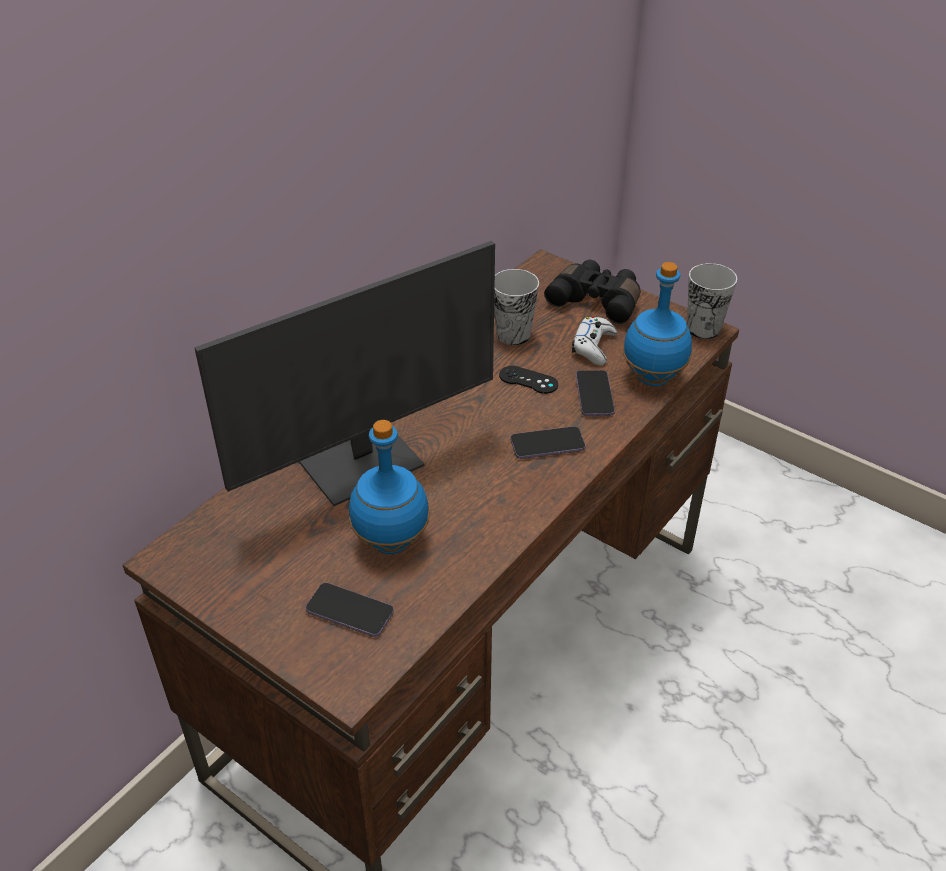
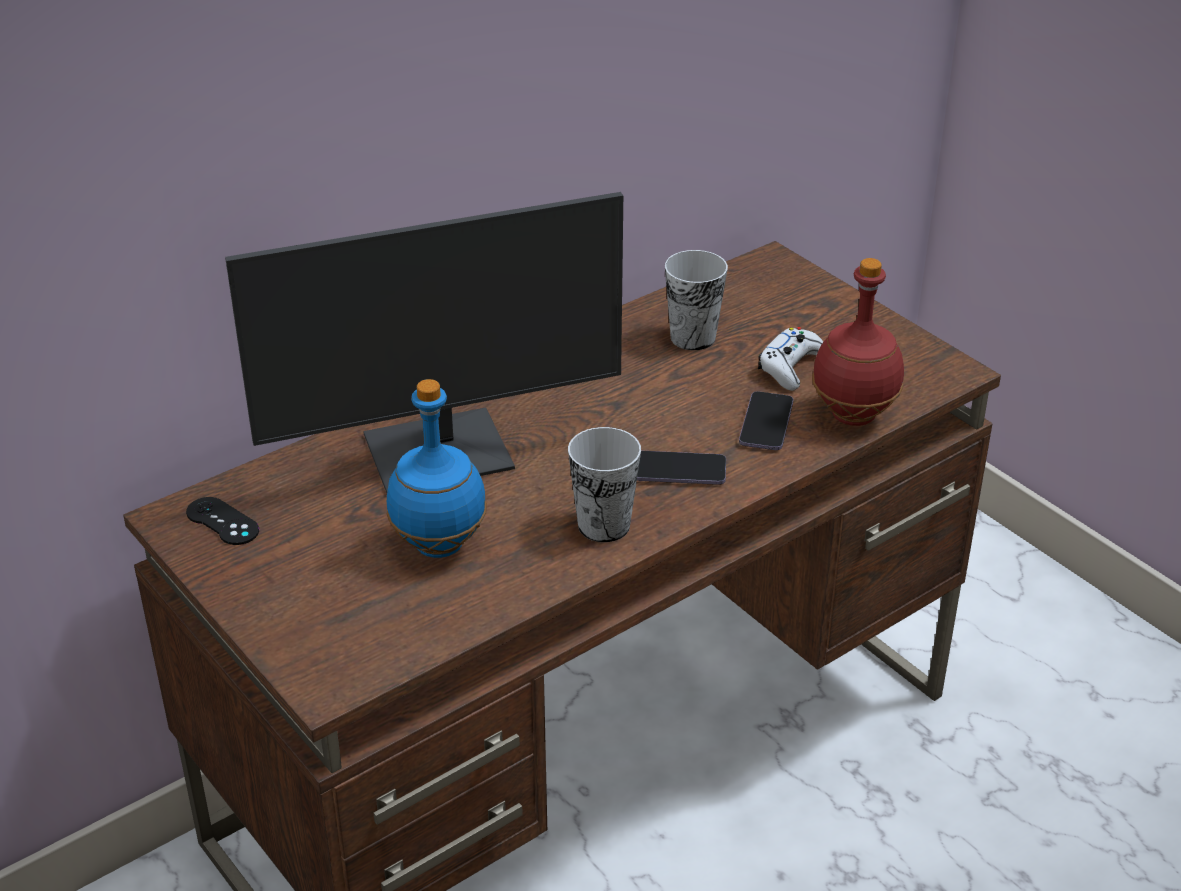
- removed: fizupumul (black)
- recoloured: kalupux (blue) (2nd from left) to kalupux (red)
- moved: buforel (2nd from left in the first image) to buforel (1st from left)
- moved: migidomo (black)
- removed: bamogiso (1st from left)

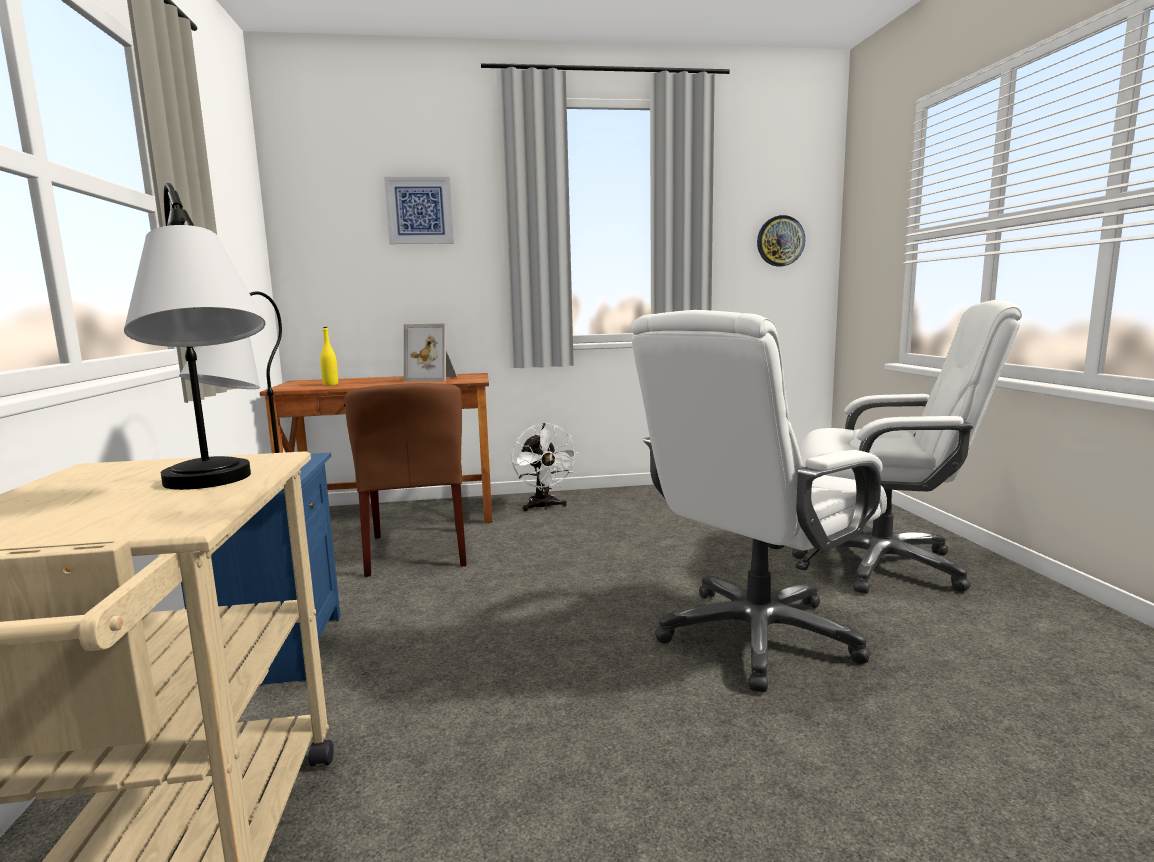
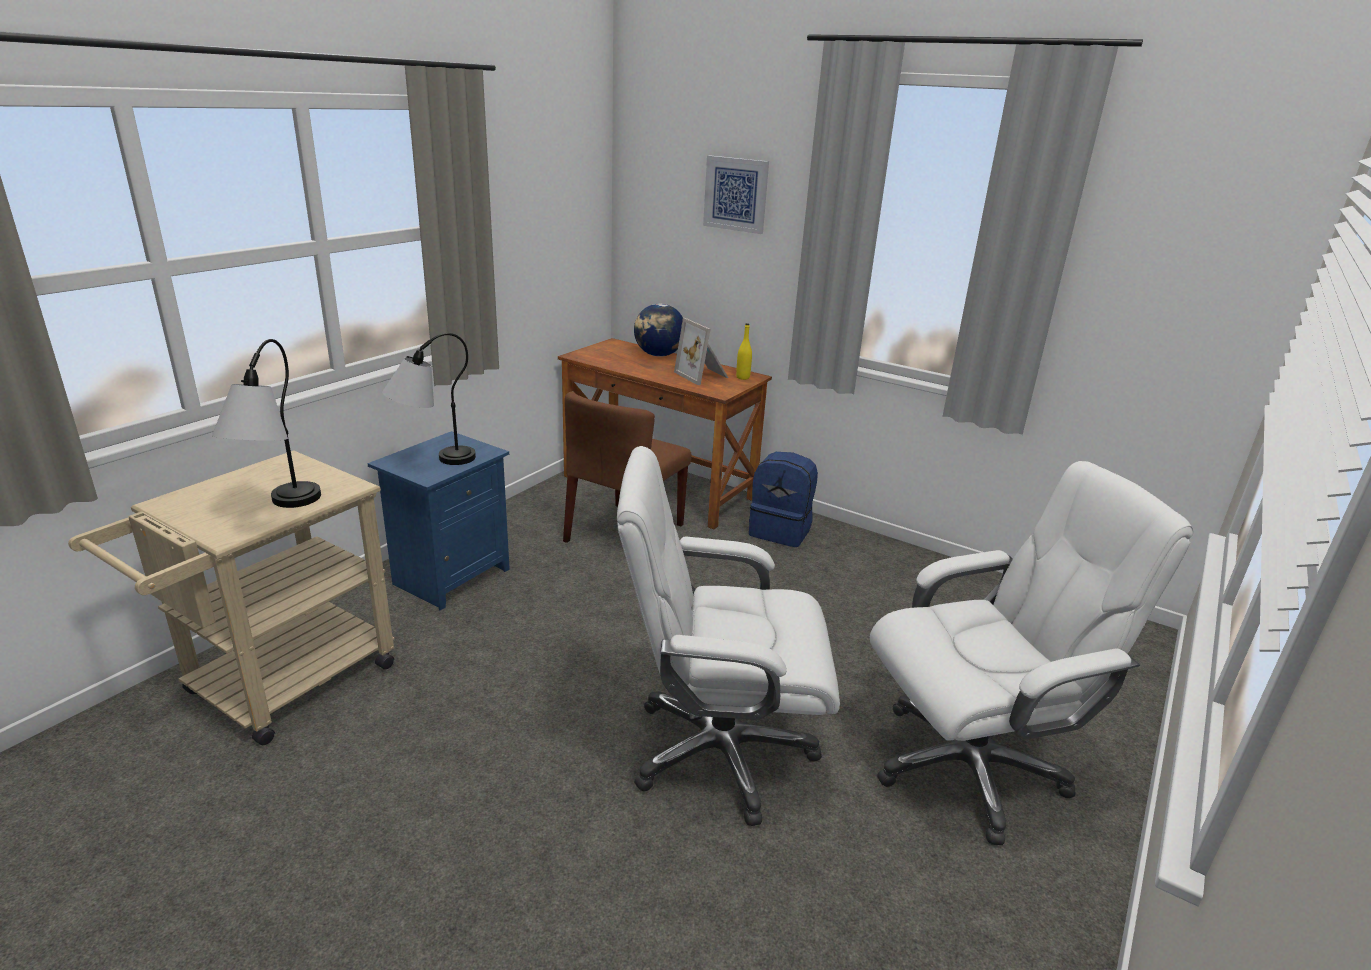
- removed: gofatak
- turned: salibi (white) (2nd from left) 75 degrees counterclockwise
- moved: kalupux (yellow)
- replaced: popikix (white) to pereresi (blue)
- added: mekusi

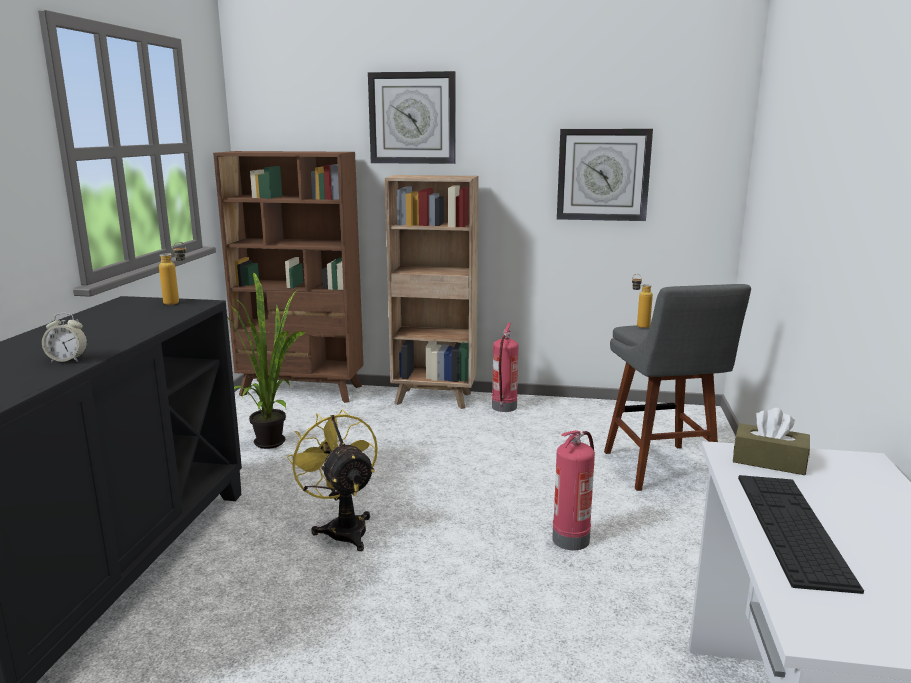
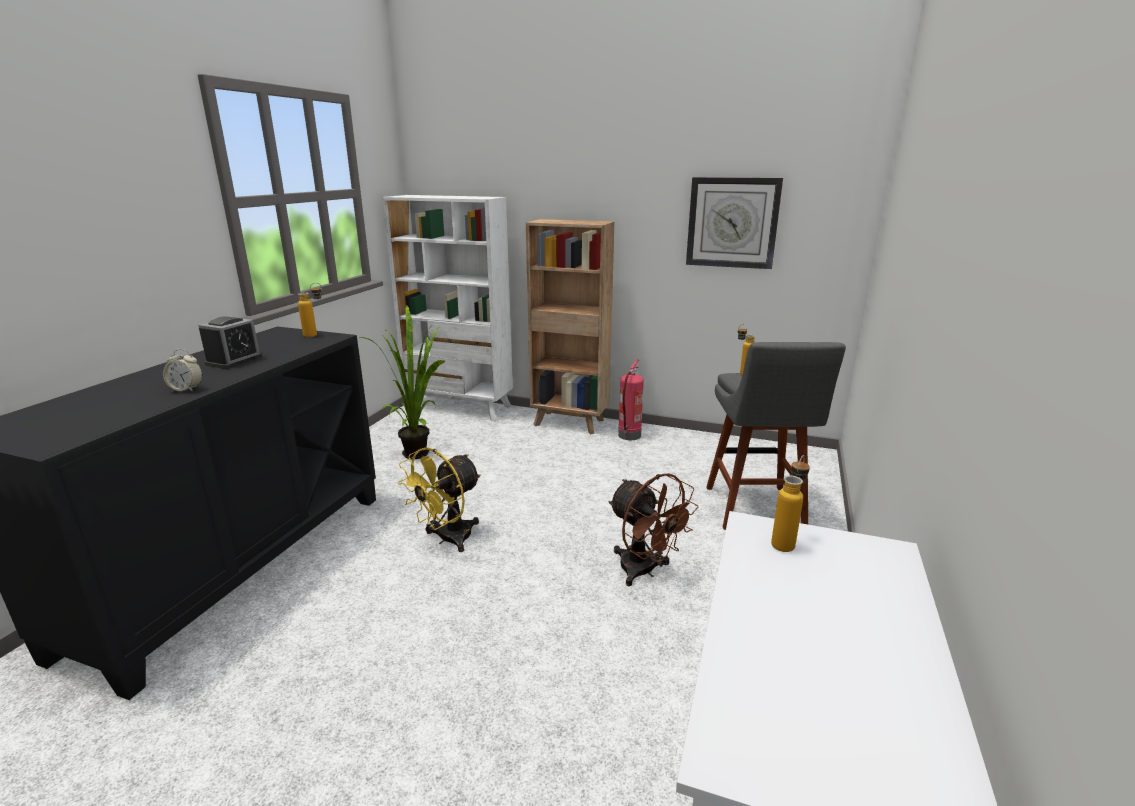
- removed: gofatak (1st from left)
- recoloured: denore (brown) (1st from left) to denore (white)
- replaced: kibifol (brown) to kalupux (3rd from left)
- turned: popikix (yellow) 120 degrees counterclockwise
- replaced: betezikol (2nd from left) to popikix (brown)
- removed: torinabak
- added: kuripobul (2nd from left)

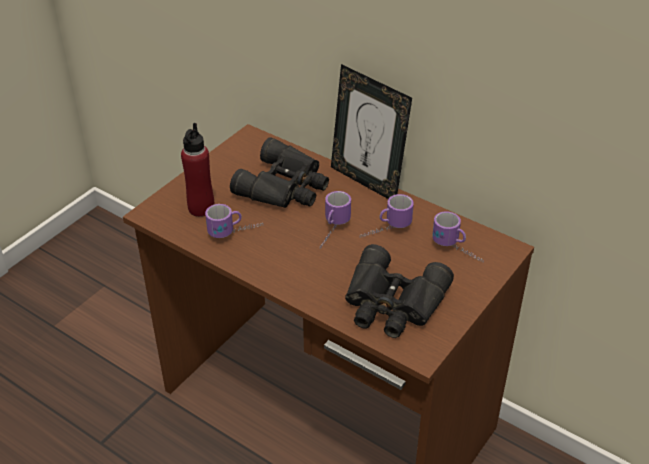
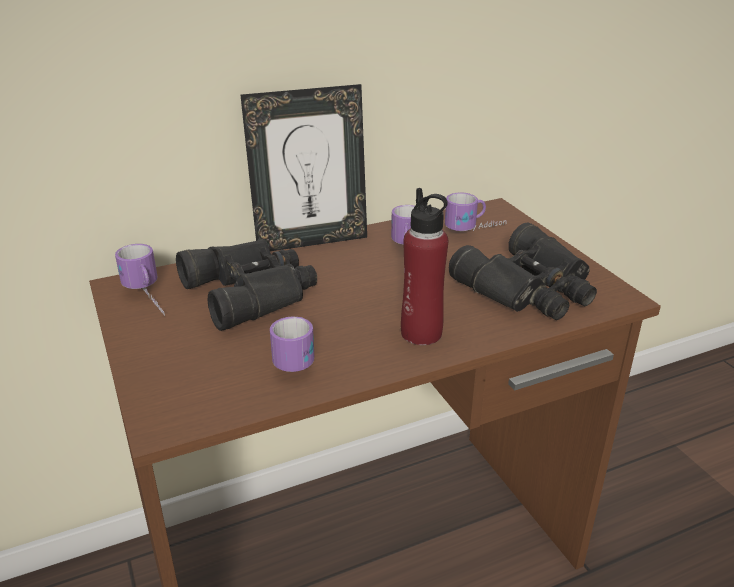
- moved: kalupux (red)
- moved: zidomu (2nd from left in the first image) to zidomu (1st from left)

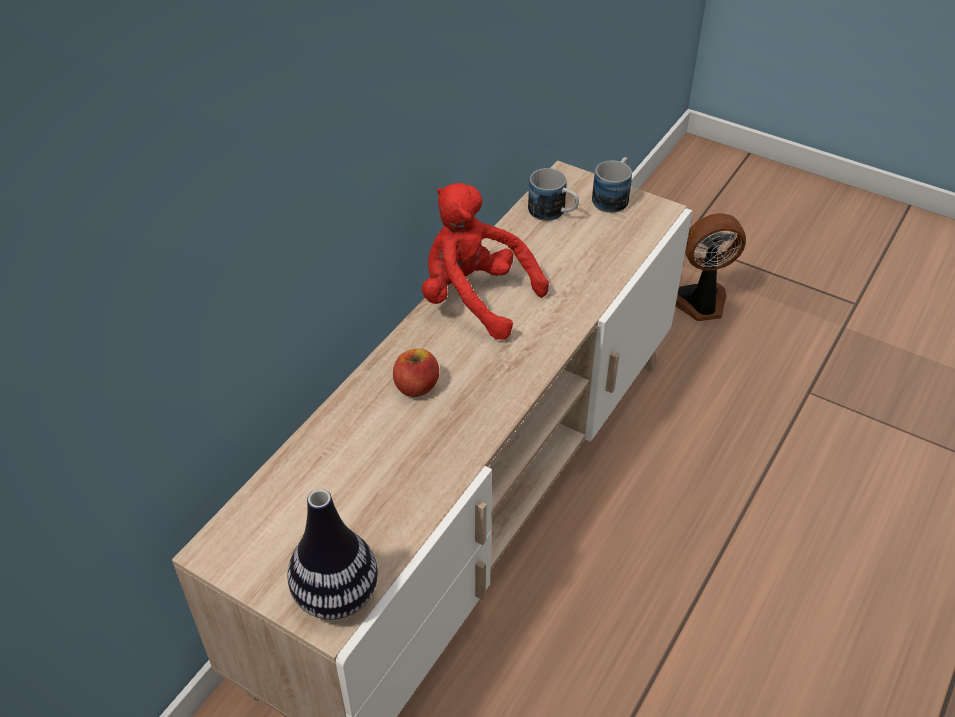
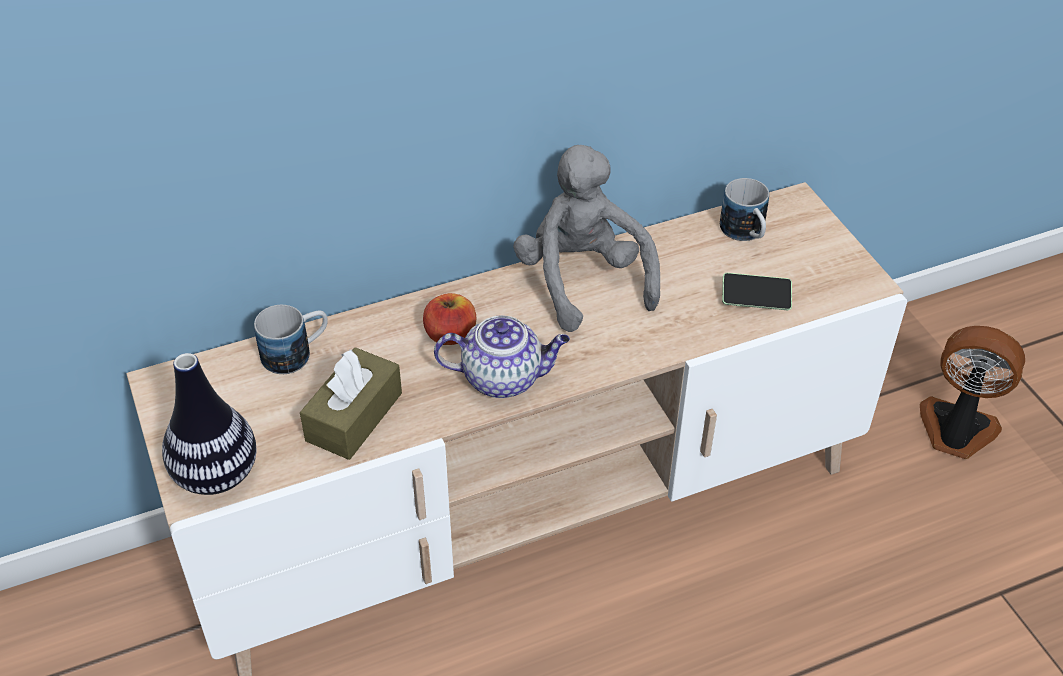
- moved: zidomu (2nd from left in the first image) to zidomu (1st from left)
- recoloured: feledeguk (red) to feledeguk (grey)
- added: bamogiso
- added: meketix
- added: kibifol (brown)

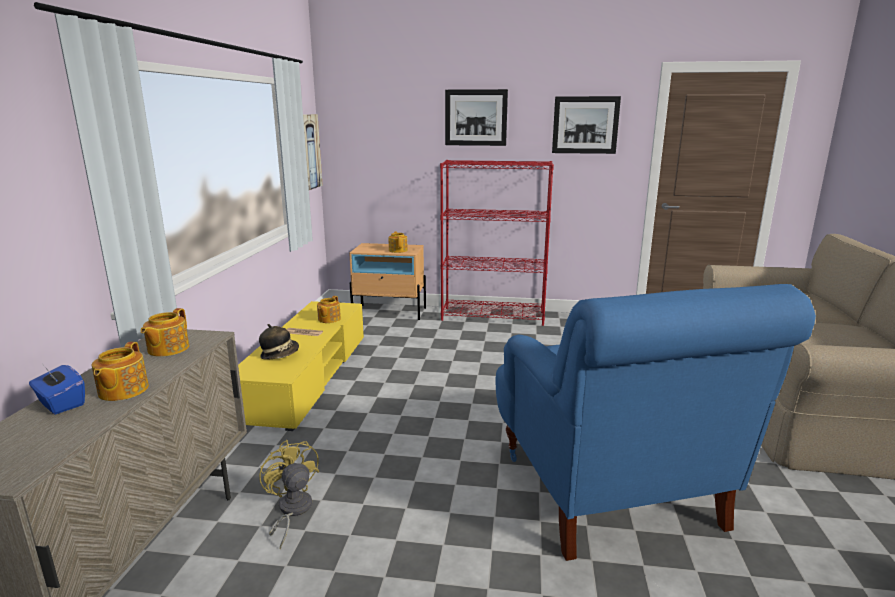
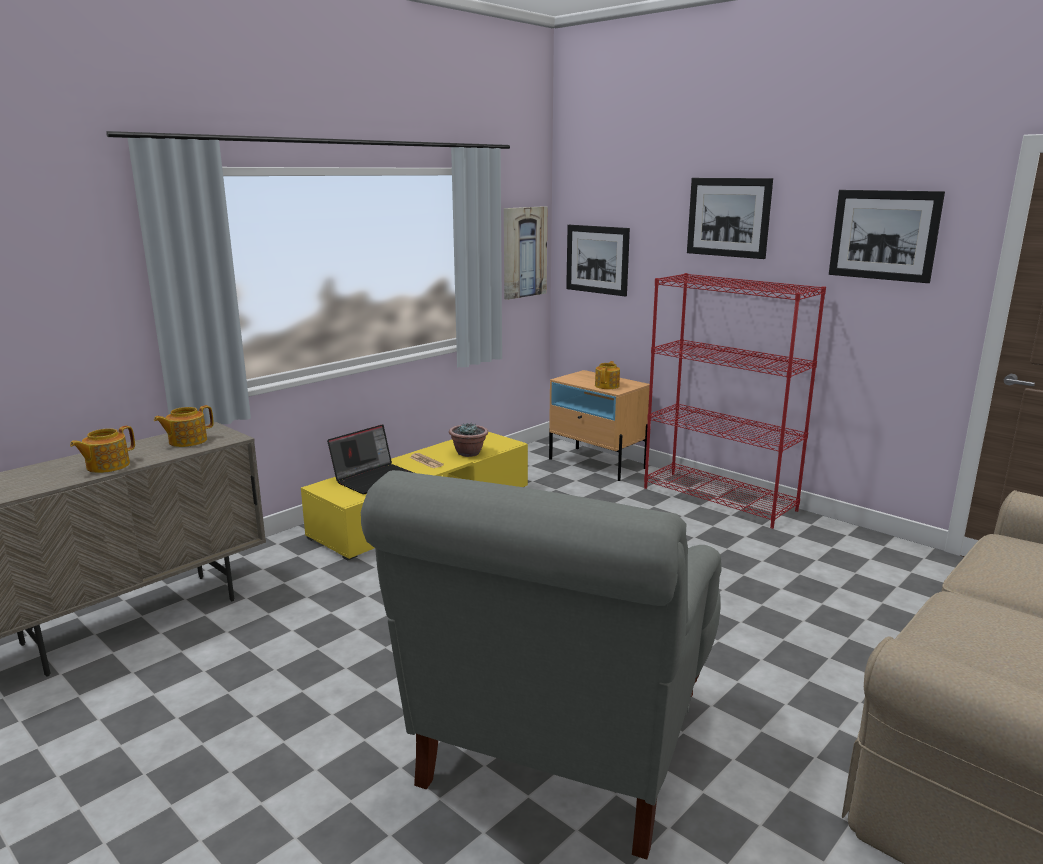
- recoloured: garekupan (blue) to garekupan (grey)
- replaced: meketix (3rd from left) to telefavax
- replaced: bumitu to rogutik
- removed: kibifol (blue)
- removed: popikix (yellow)
- added: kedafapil (2nd from left)

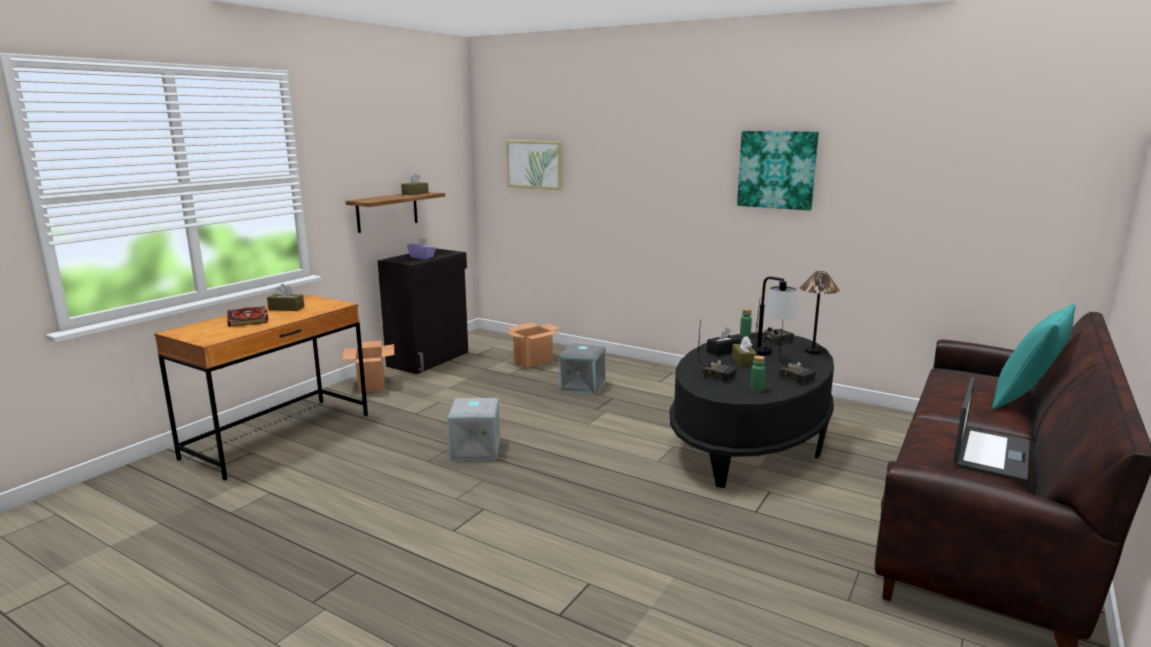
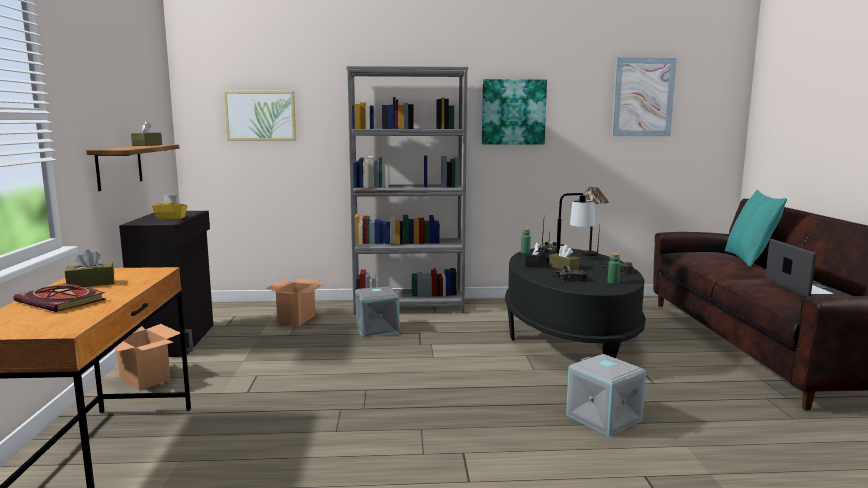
- recoloured: kibifol (purple) to kibifol (yellow)
- moved: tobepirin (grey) (1st from left in the first image) to tobepirin (grey) (2nd from left)
- added: kedafapil (3rd from left)
- added: denore (grey)

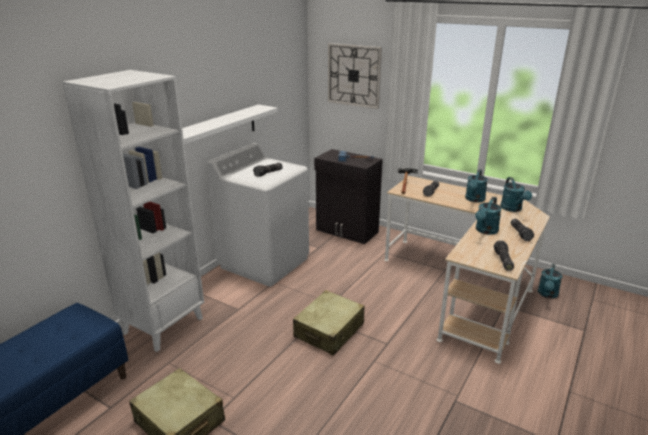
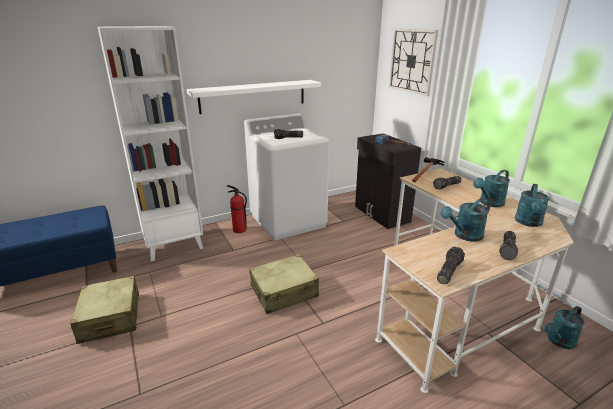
- added: betezikol

